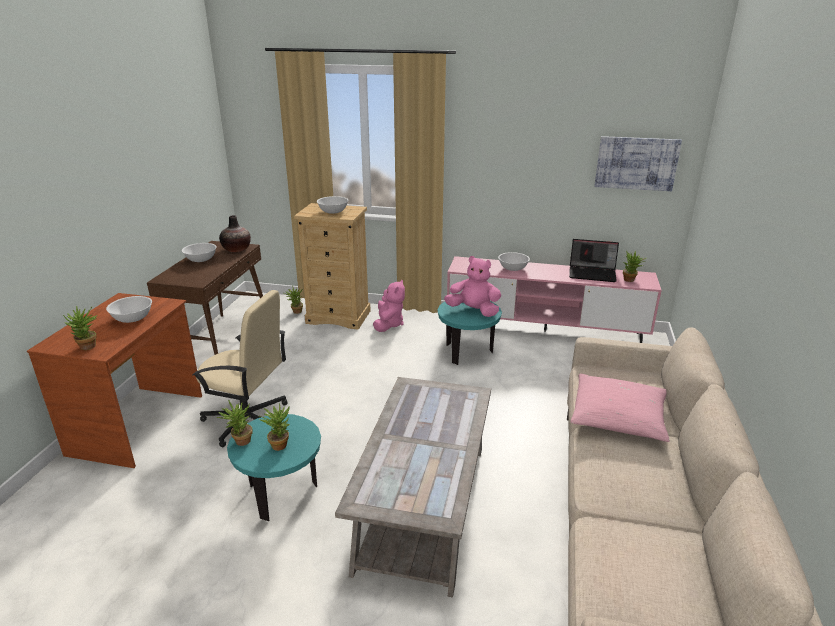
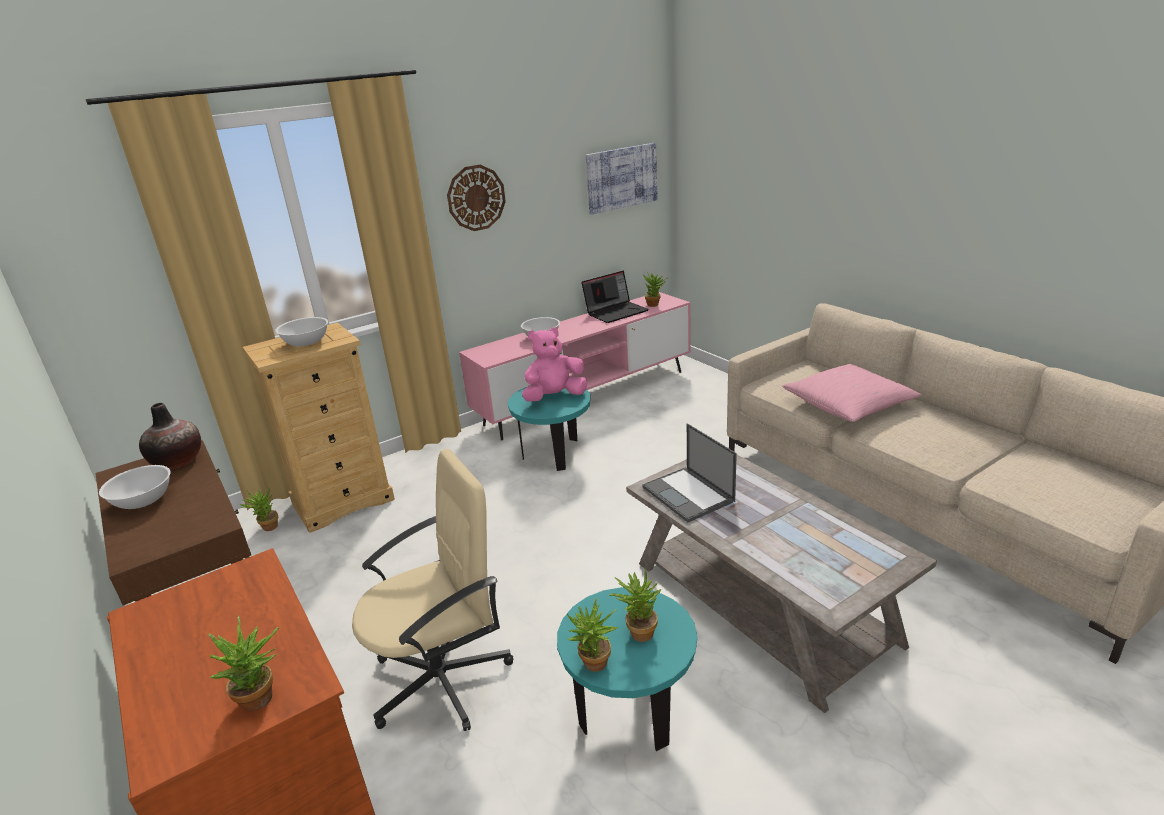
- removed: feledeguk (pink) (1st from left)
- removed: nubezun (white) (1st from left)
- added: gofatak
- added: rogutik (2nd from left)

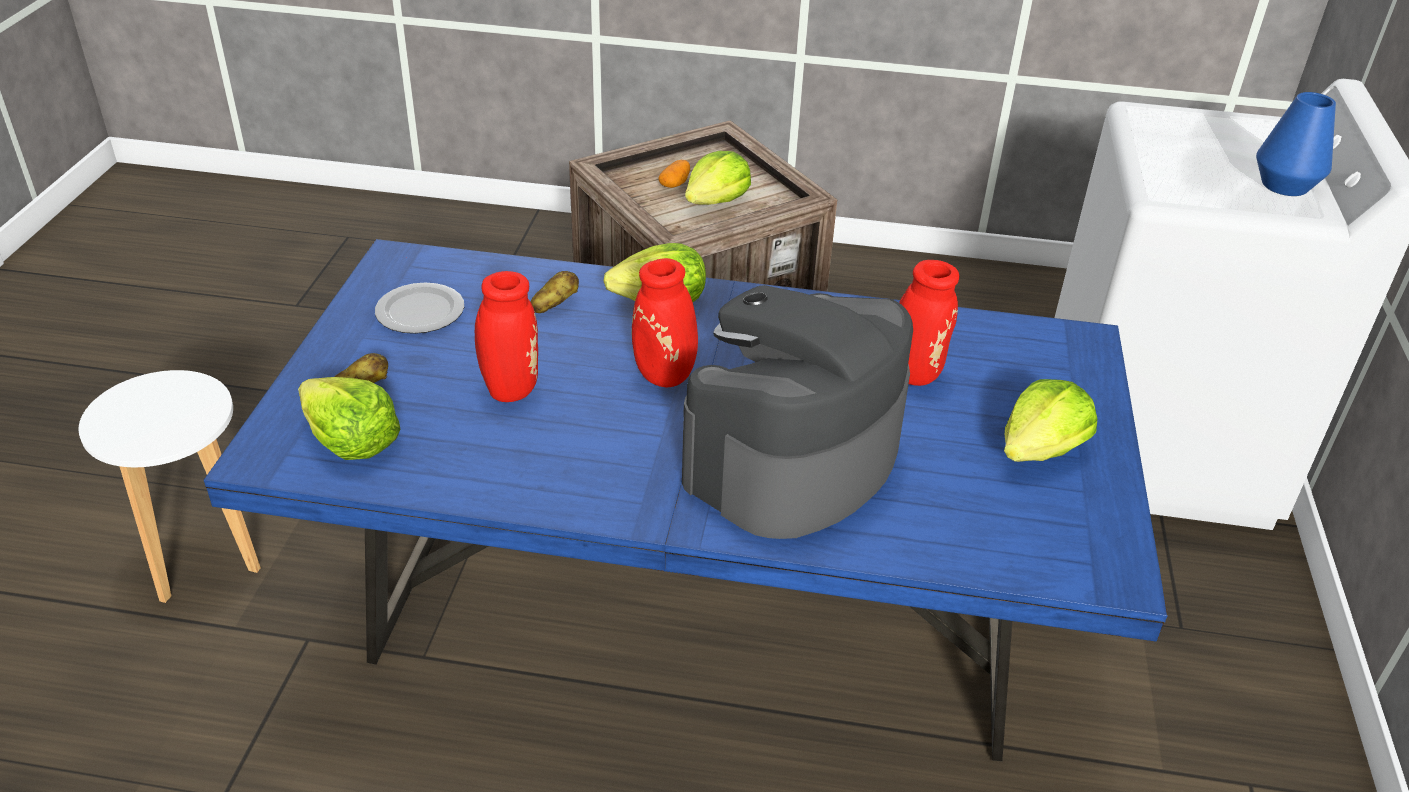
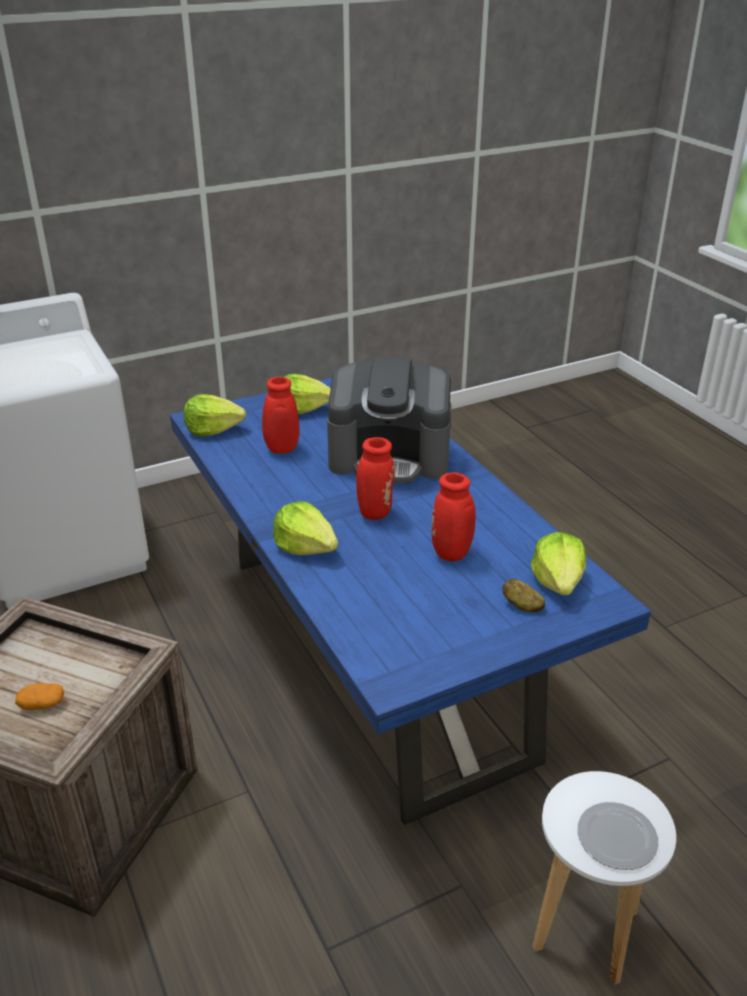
- removed: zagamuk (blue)
- moved: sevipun (3rd from left in the first image) to sevipun (1st from left)
- removed: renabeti (2nd from left)
- moved: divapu

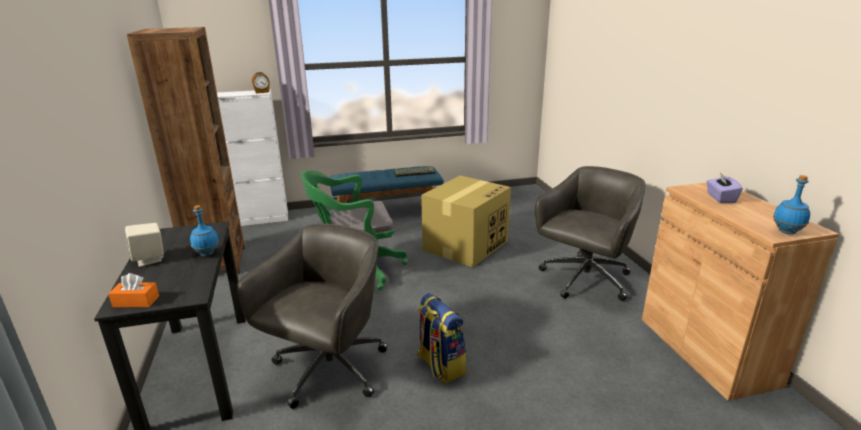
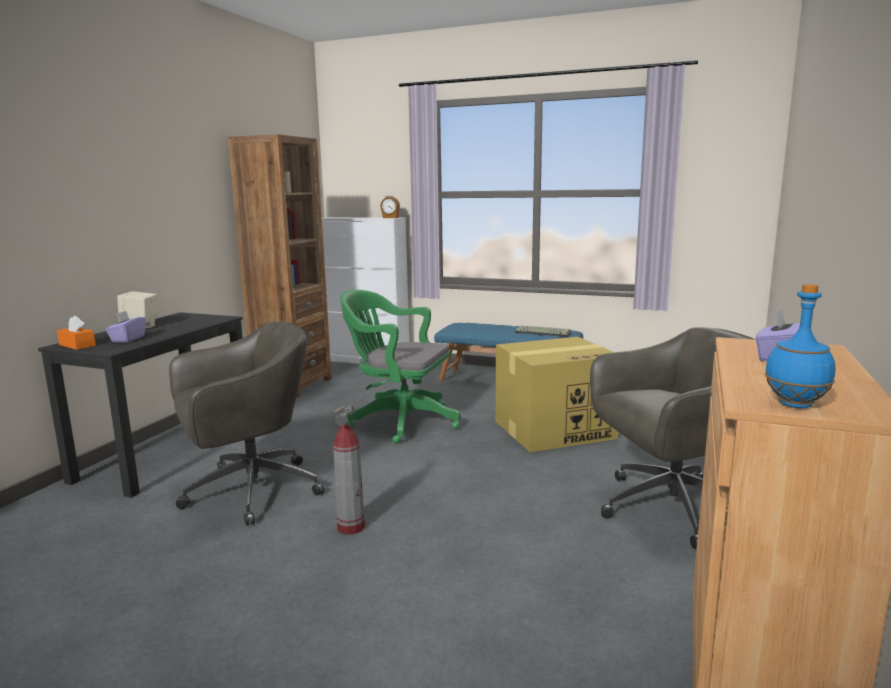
- removed: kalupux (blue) (1st from left)
- replaced: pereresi to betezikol
- added: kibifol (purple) (1st from left)

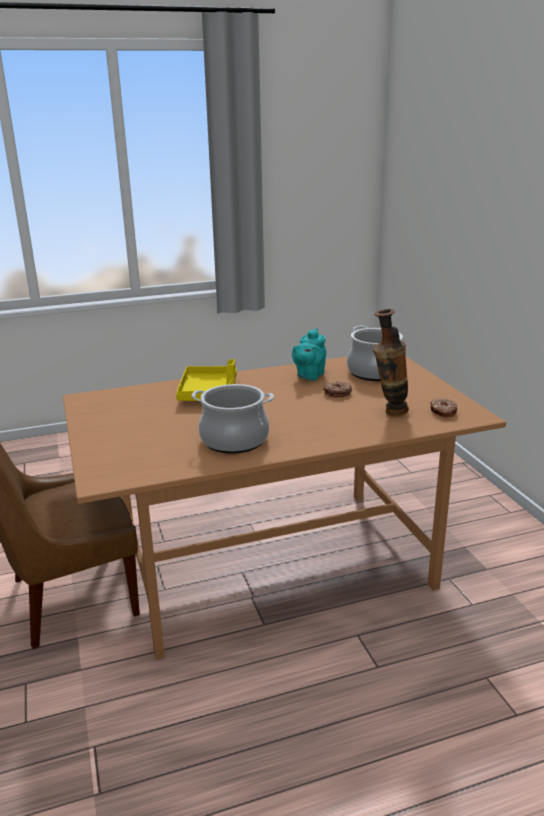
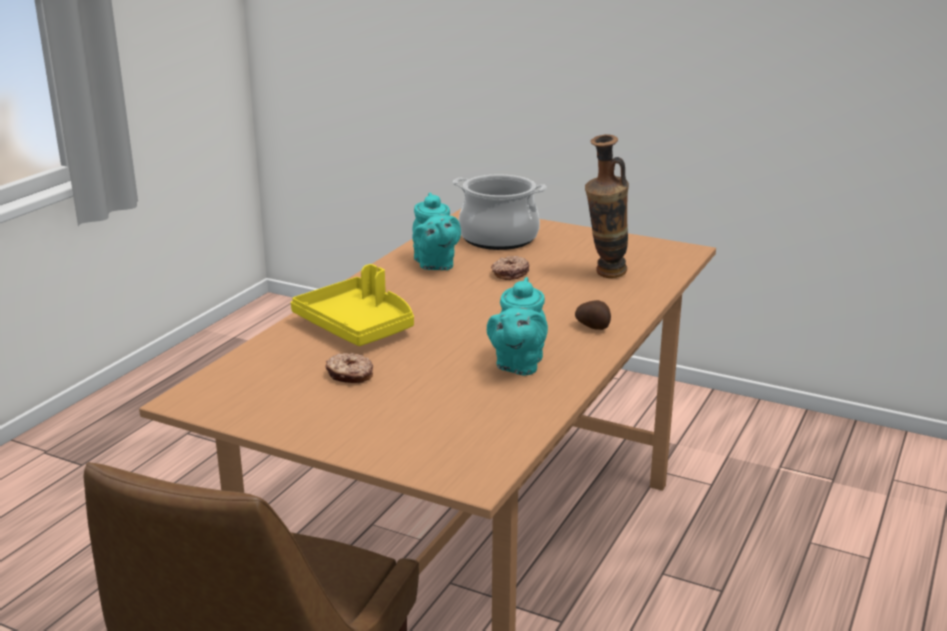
- replaced: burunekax (1st from left) to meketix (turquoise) (2nd from left)
- moved: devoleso (2nd from left in the first image) to devoleso (1st from left)
- added: renabeti

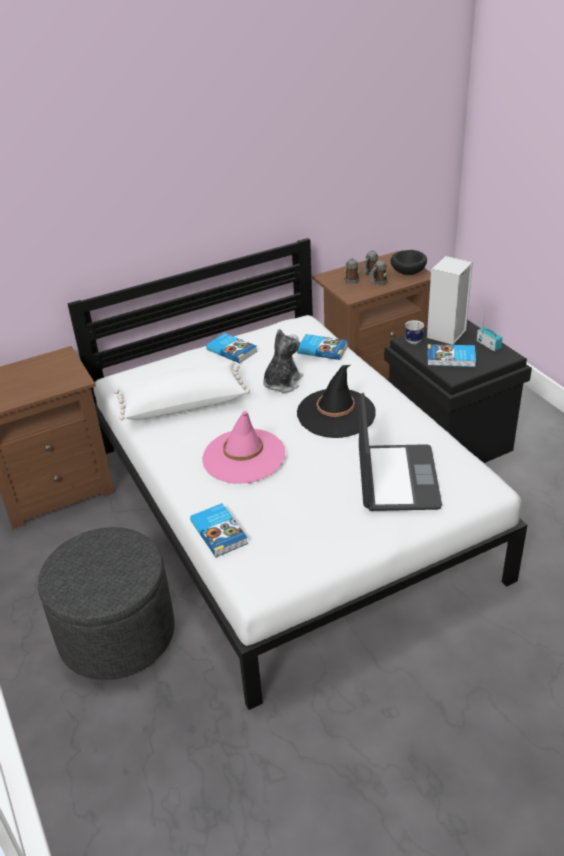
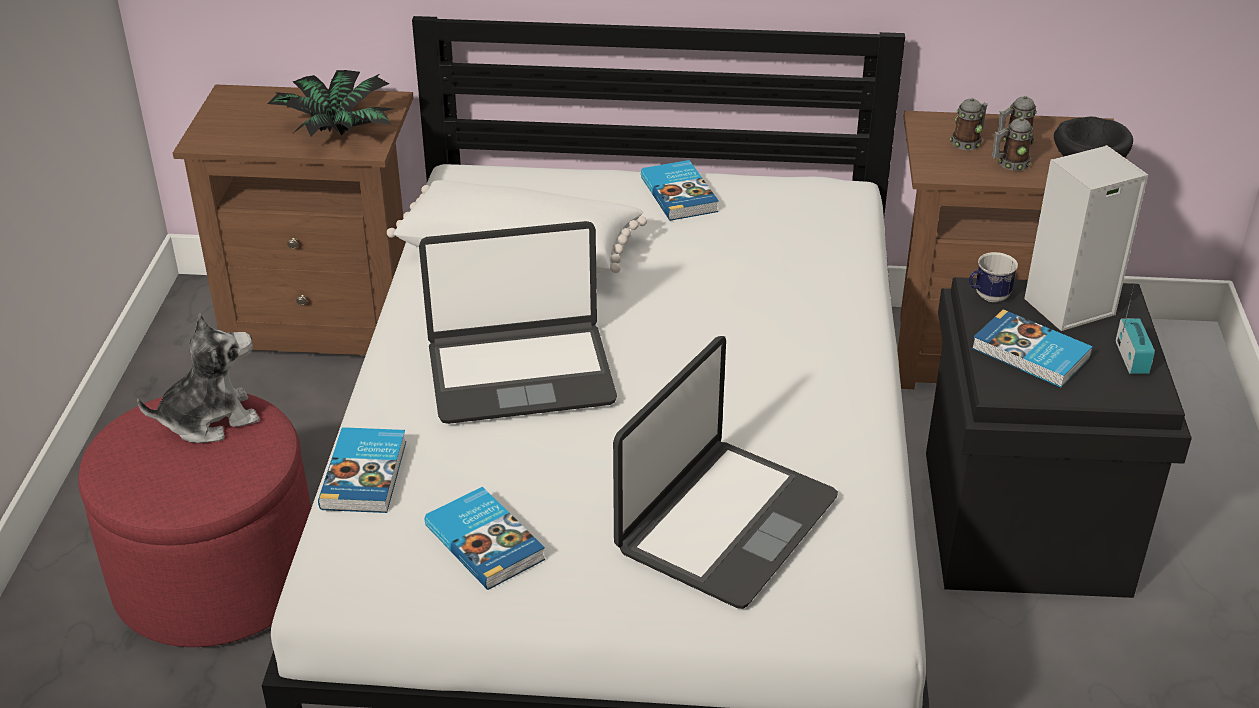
- moved: feledeguk
- moved: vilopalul (3rd from left in the first image) to vilopalul (2nd from left)
- removed: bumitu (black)
- replaced: bumitu (pink) to rogutik (1st from left)
- recoloured: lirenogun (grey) to lirenogun (red)
- added: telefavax

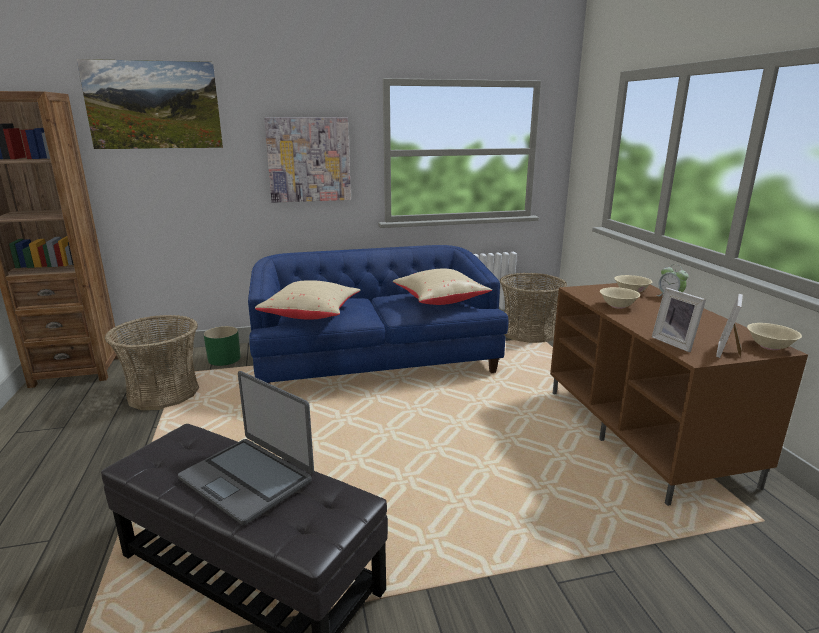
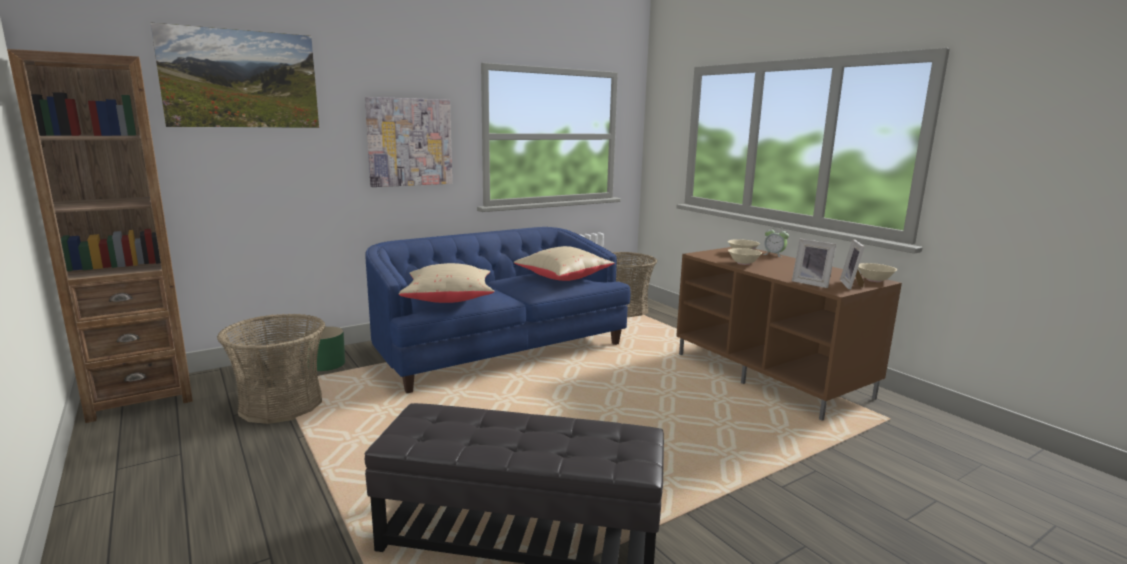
- removed: rogutik

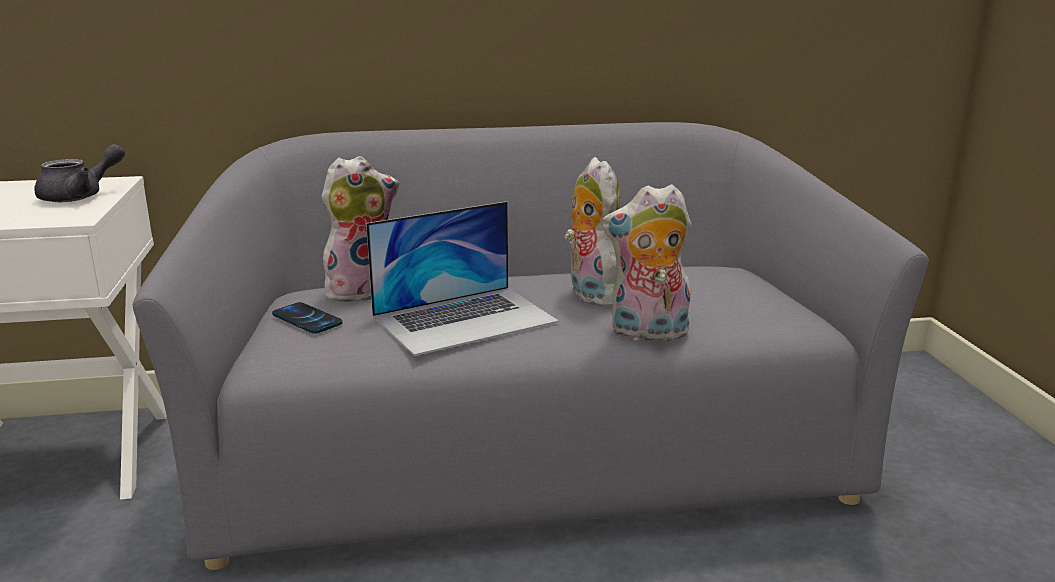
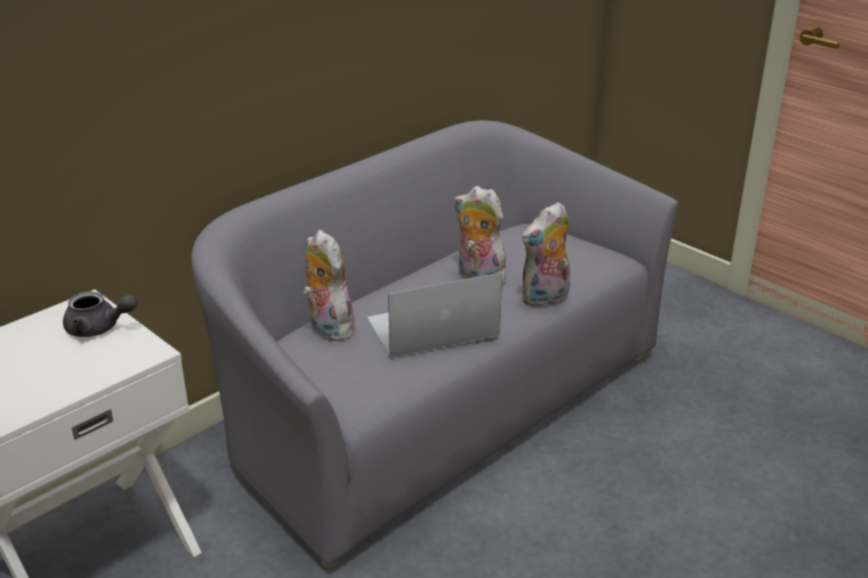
- turned: meketix (grey) 90 degrees clockwise
- turned: feledeguk (1st from left) 60 degrees counterclockwise
- turned: rogutik 135 degrees counterclockwise
- removed: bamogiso

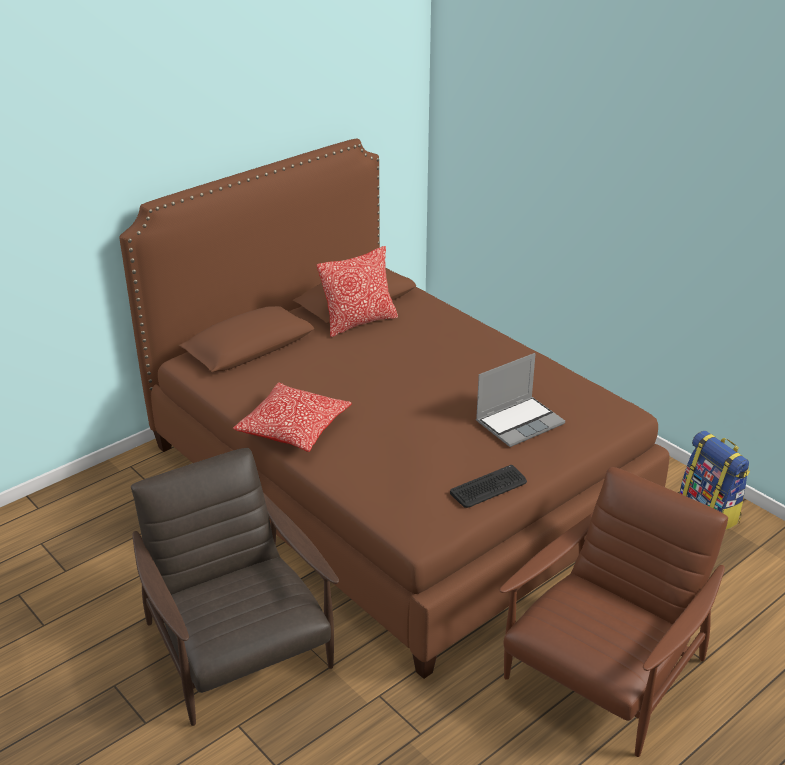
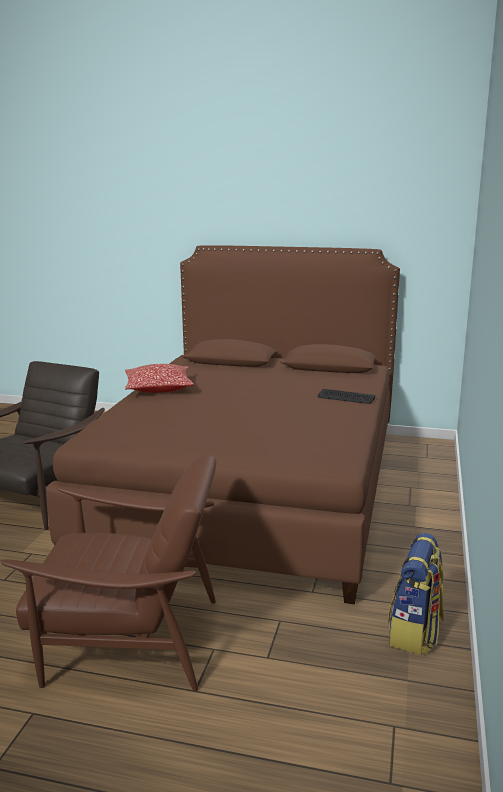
- removed: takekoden (2nd from left)
- removed: rogutik
- moved: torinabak

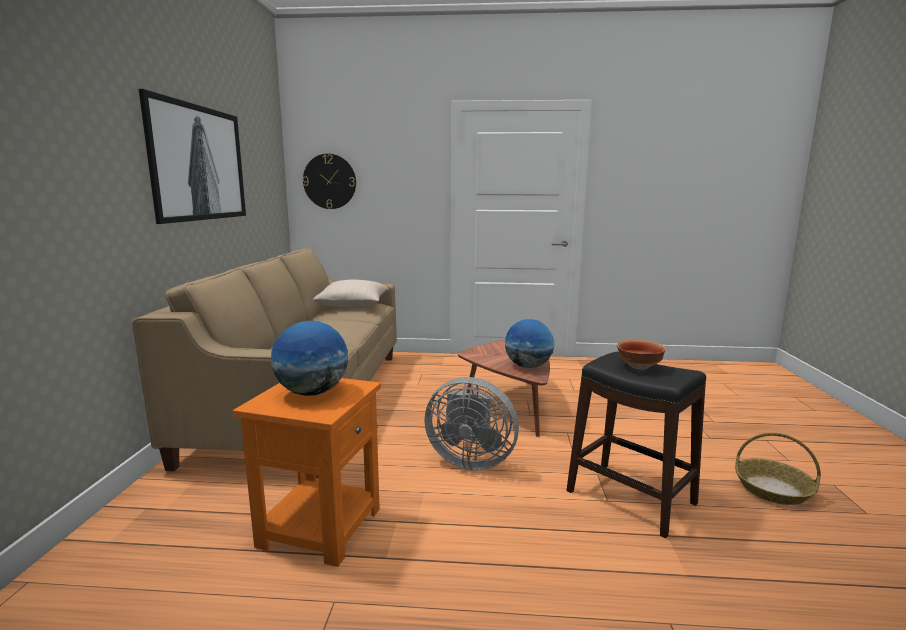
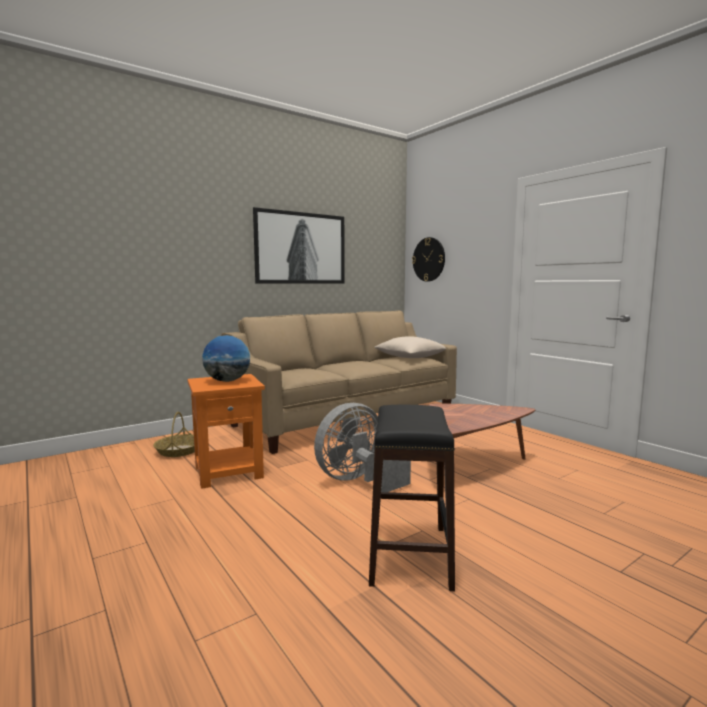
- removed: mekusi (2nd from left)
- removed: nubezun
- turned: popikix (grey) 75 degrees clockwise
- moved: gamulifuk

